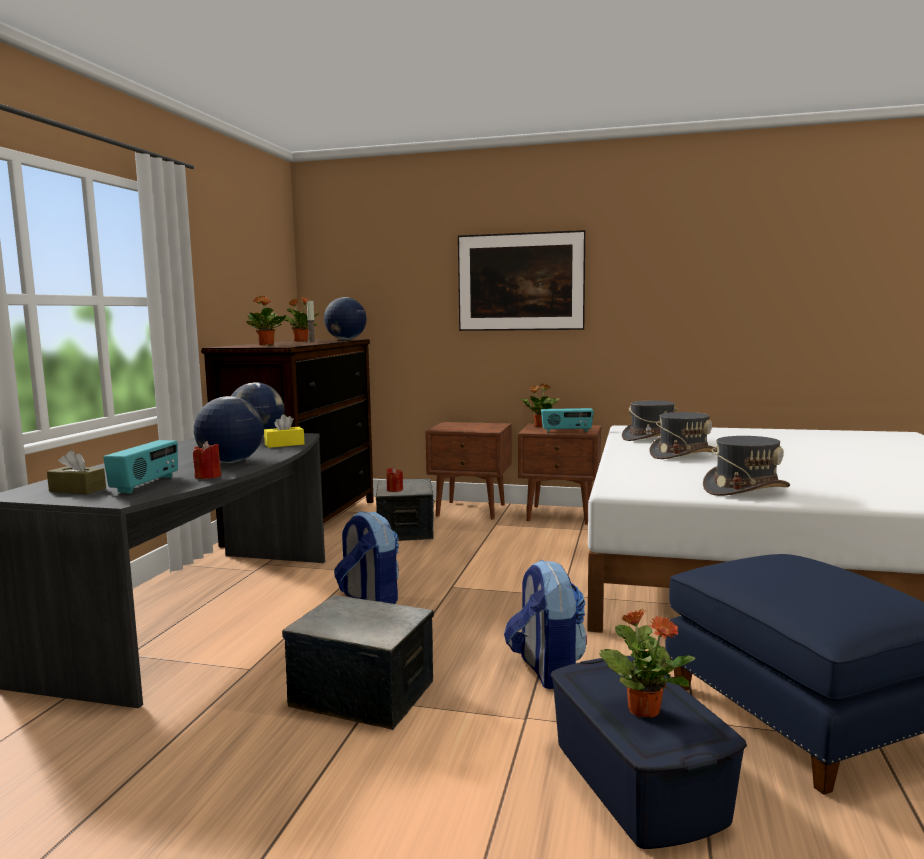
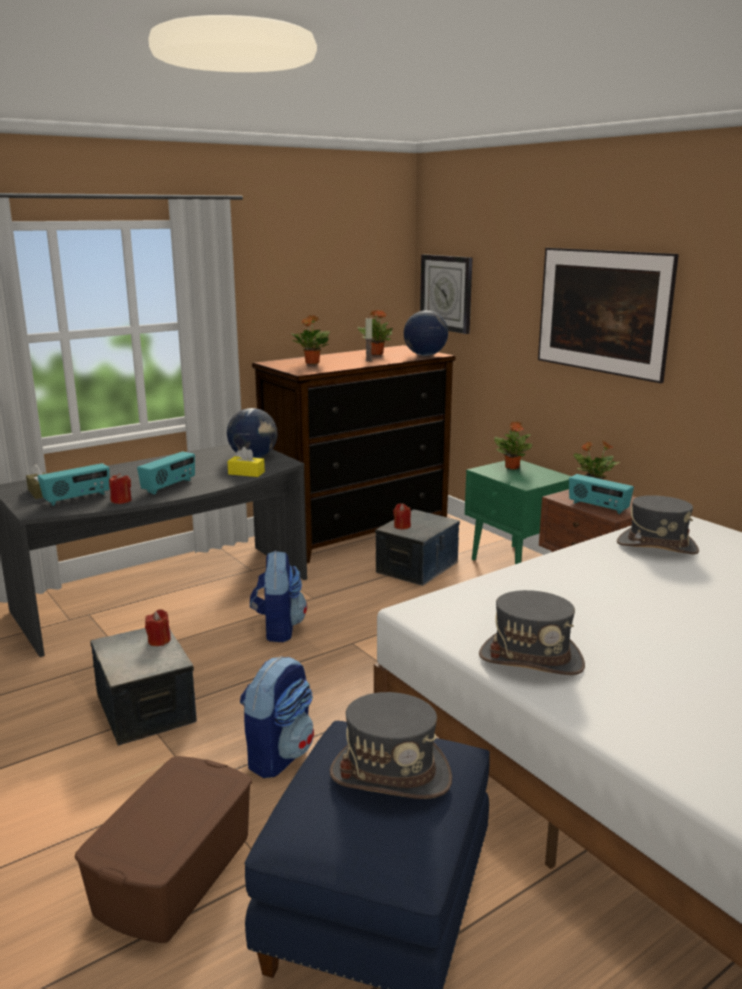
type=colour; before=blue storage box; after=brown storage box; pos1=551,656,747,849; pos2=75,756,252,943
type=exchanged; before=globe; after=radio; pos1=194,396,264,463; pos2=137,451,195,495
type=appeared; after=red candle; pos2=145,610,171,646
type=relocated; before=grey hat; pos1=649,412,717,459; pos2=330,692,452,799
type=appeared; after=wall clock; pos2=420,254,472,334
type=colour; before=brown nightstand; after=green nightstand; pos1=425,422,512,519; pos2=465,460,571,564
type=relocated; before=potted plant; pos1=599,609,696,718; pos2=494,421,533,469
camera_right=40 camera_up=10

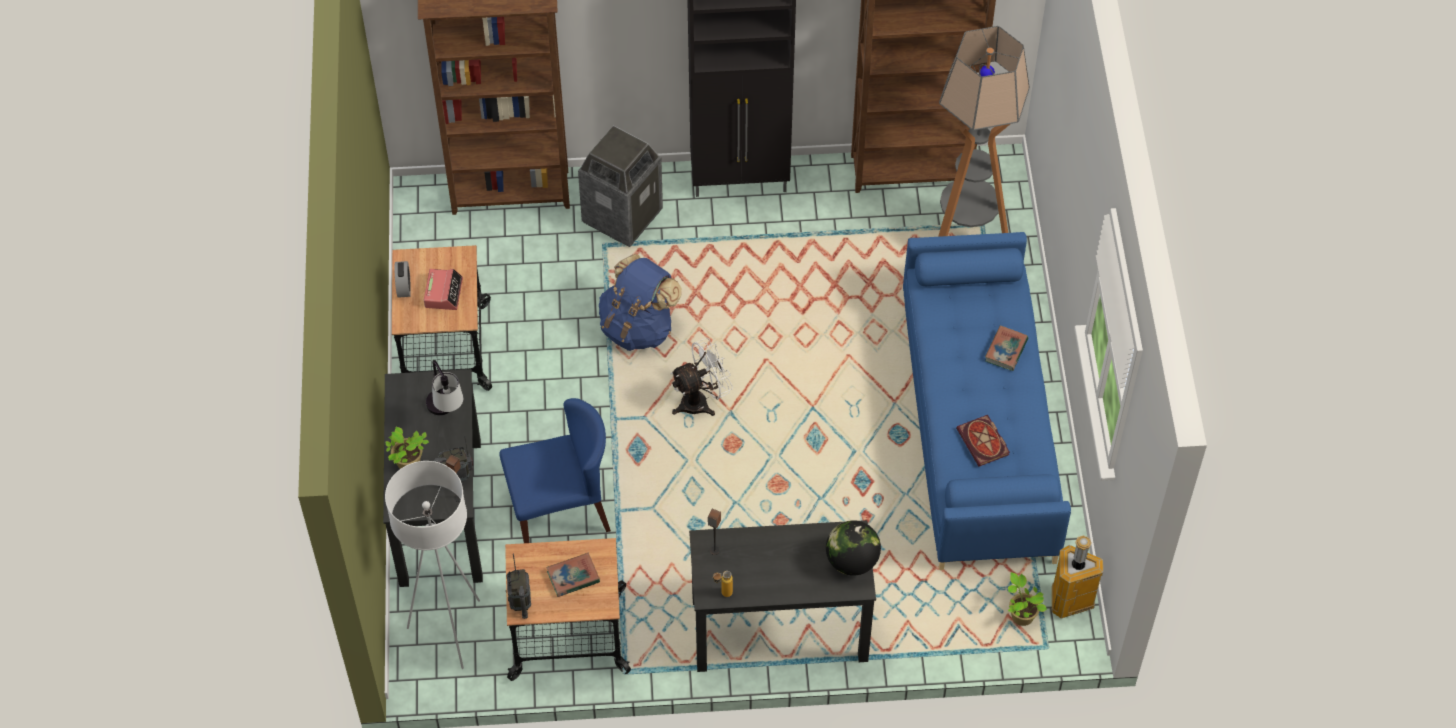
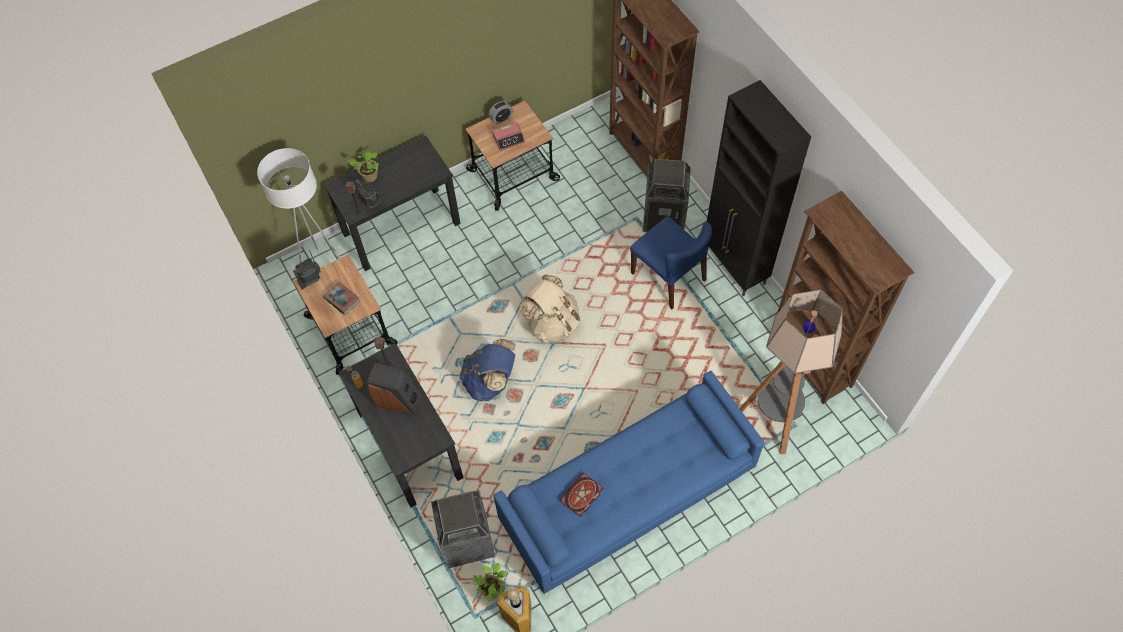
type=appeared; after=speaker; pos2=367,363,422,414
type=appeared; after=trash can; pos2=431,490,495,569
type=relocated; before=blue backpack; pos1=599,254,682,351; pos2=460,339,516,401
type=exchanged; before=white fan; after=beige backpack; pos1=670,338,733,416; pos2=519,275,581,344
type=relocated; before=blue chair; pos1=500,398,611,543; pos2=630,216,712,309
type=missing; before=table lamp; pos1=426,360,463,415
type=missing; before=globe; pos1=826,520,881,576
type=missing; before=book; pos1=985,325,1028,371
camera_right=65 camera_up=5

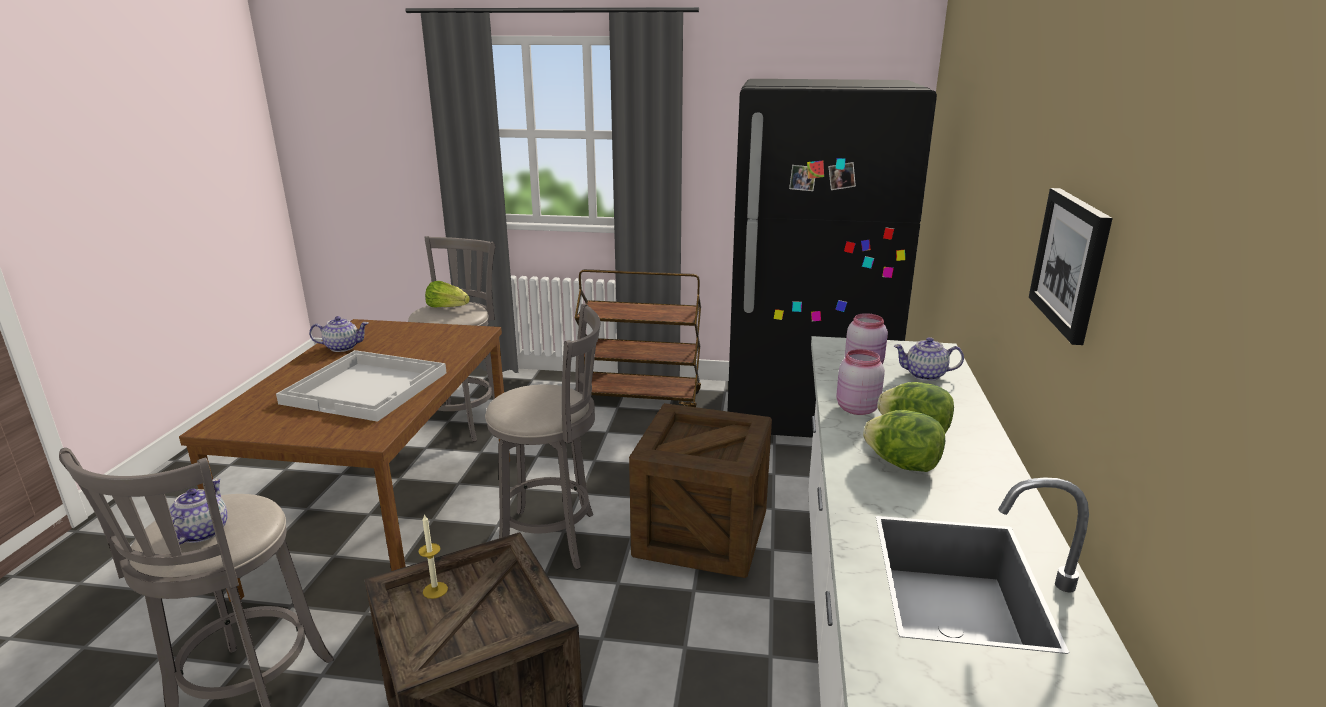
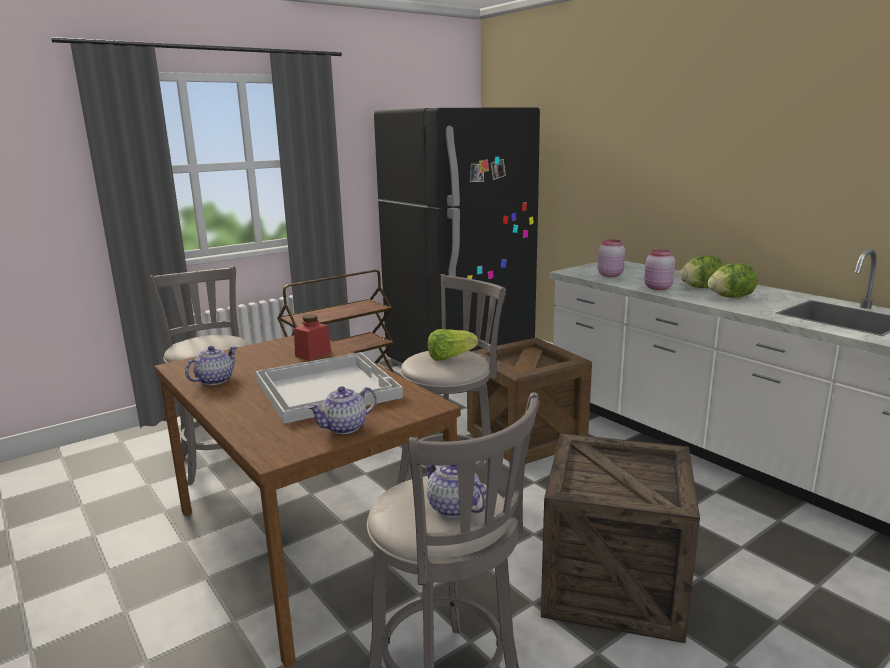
type=appeared; after=red jar; pos2=294,315,332,361
type=relocated; before=teapot; pos1=894,337,964,381; pos2=307,386,377,434
type=relocated; before=lettuce; pos1=425,281,470,308; pos2=428,329,478,361
type=missing; before=candle; pos1=419,514,448,599
type=missing; before=picture; pos1=1029,188,1113,345
camera_right=-45 camera_up=-5

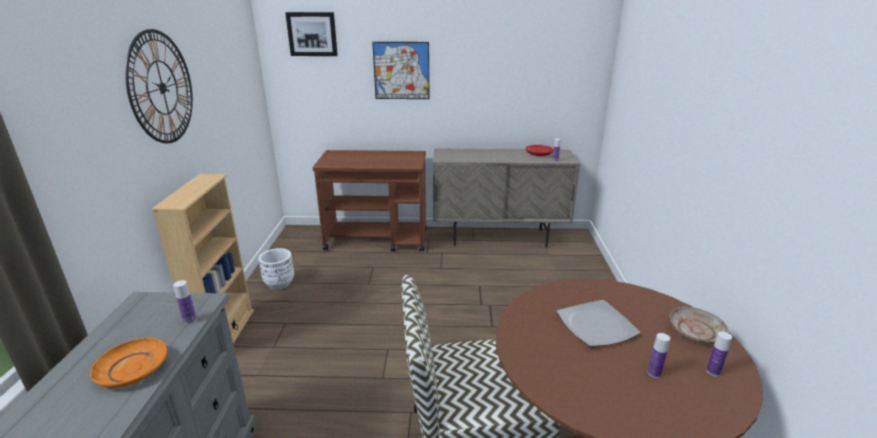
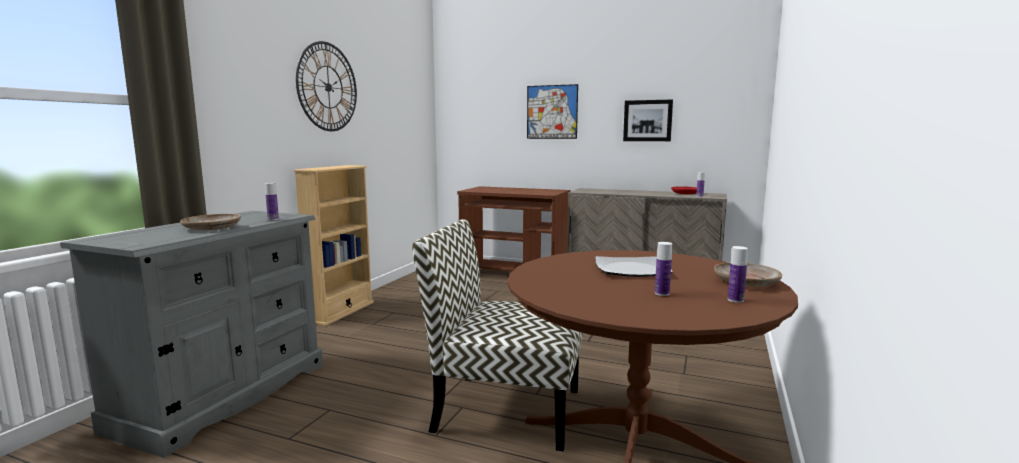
type=colour; before=orange plate; after=beige plate; pos1=90,338,167,388; pos2=180,214,241,230
type=relocated; before=picture; pos1=285,12,338,56; pos2=623,99,673,141
type=missing; before=white planter; pos1=258,248,294,290
camera_right=20 camera_up=-15

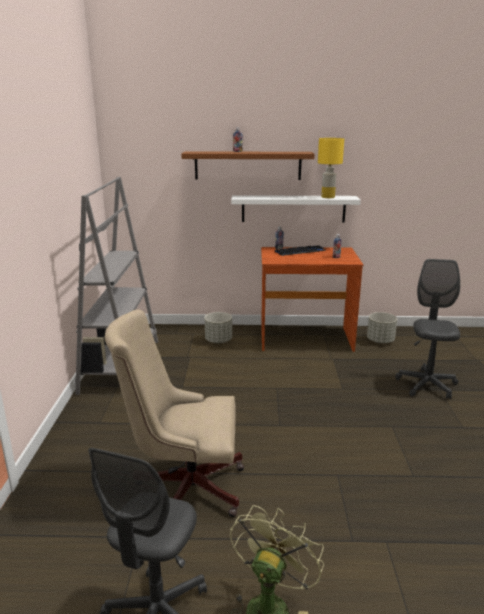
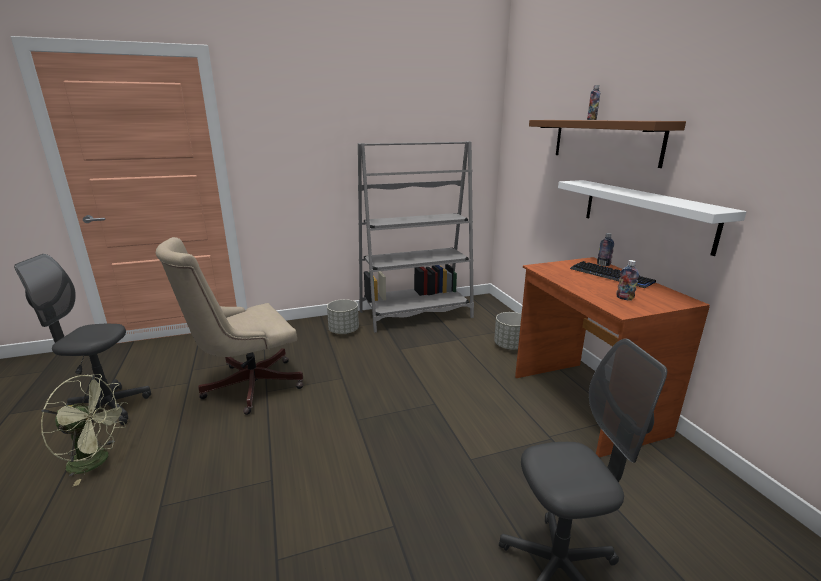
type=spun; before=beige office chair; pos1=105,309,244,517; pos2=156,237,303,415; turn=-105
type=relocated; before=grey planter; pos1=367,312,397,344; pos2=327,299,359,334
type=missing; before=yellow table lamp; pos1=318,138,344,198
camera_right=70 camera_up=0

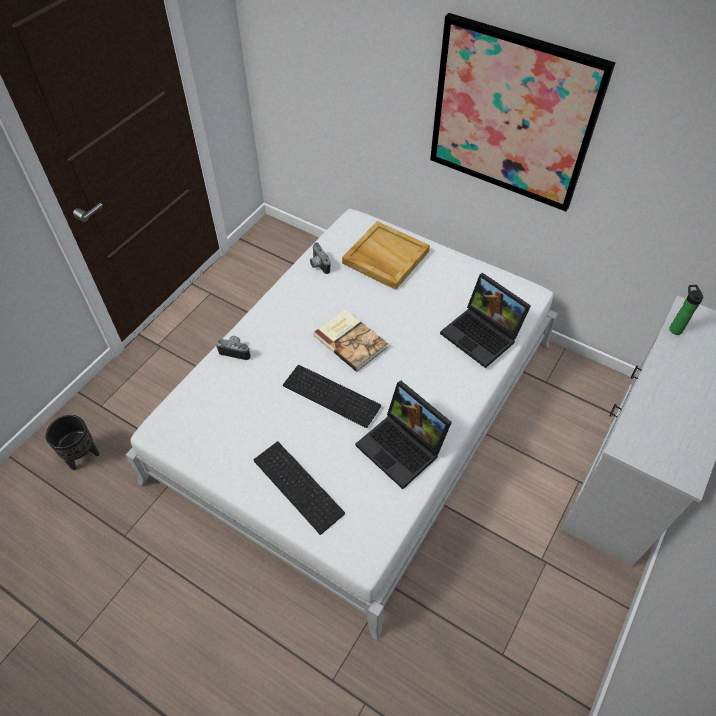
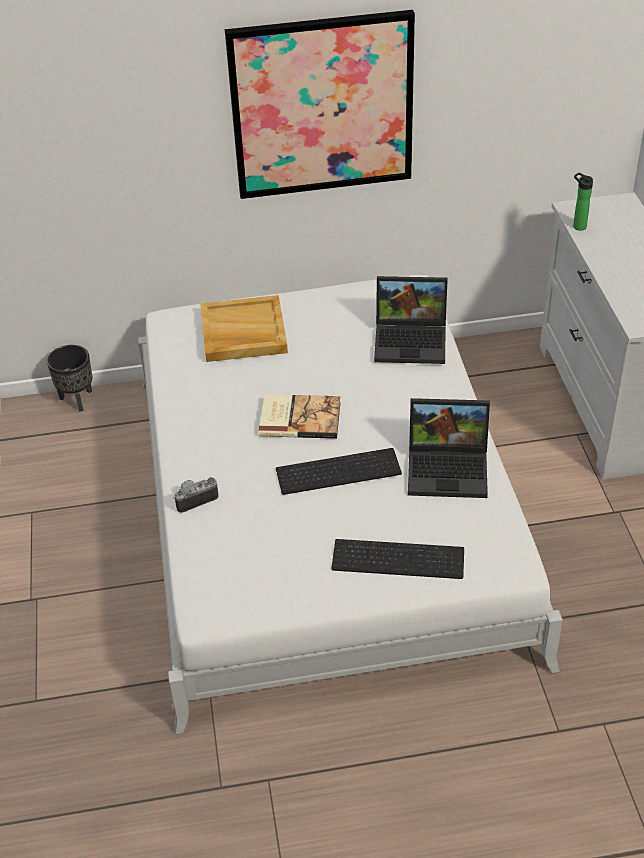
type=relocated; before=black planter; pos1=46,415,99,471; pos2=47,345,92,412
type=missing; before=photo camera; pos1=310,242,330,274
camera_right=-40 camera_up=-10

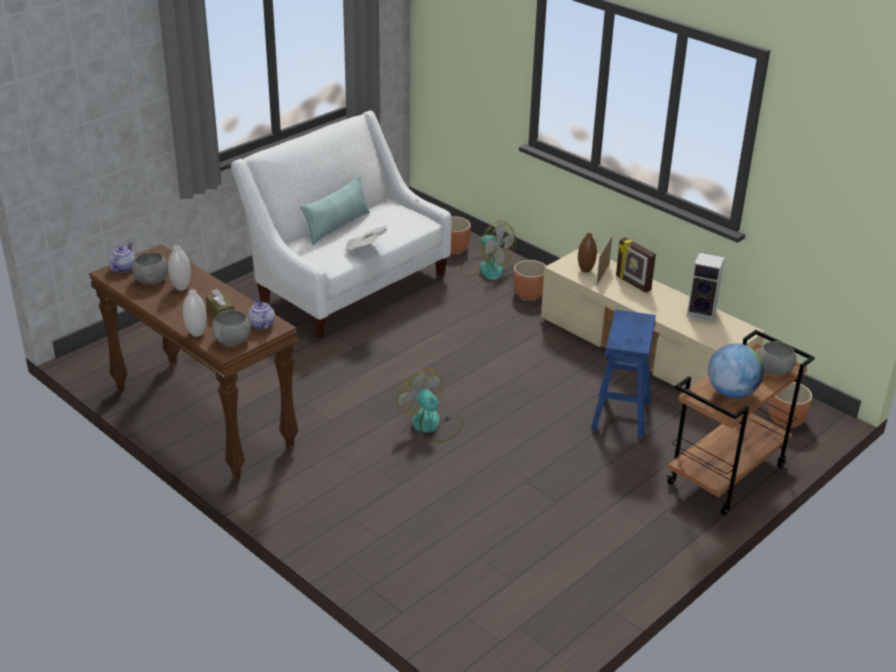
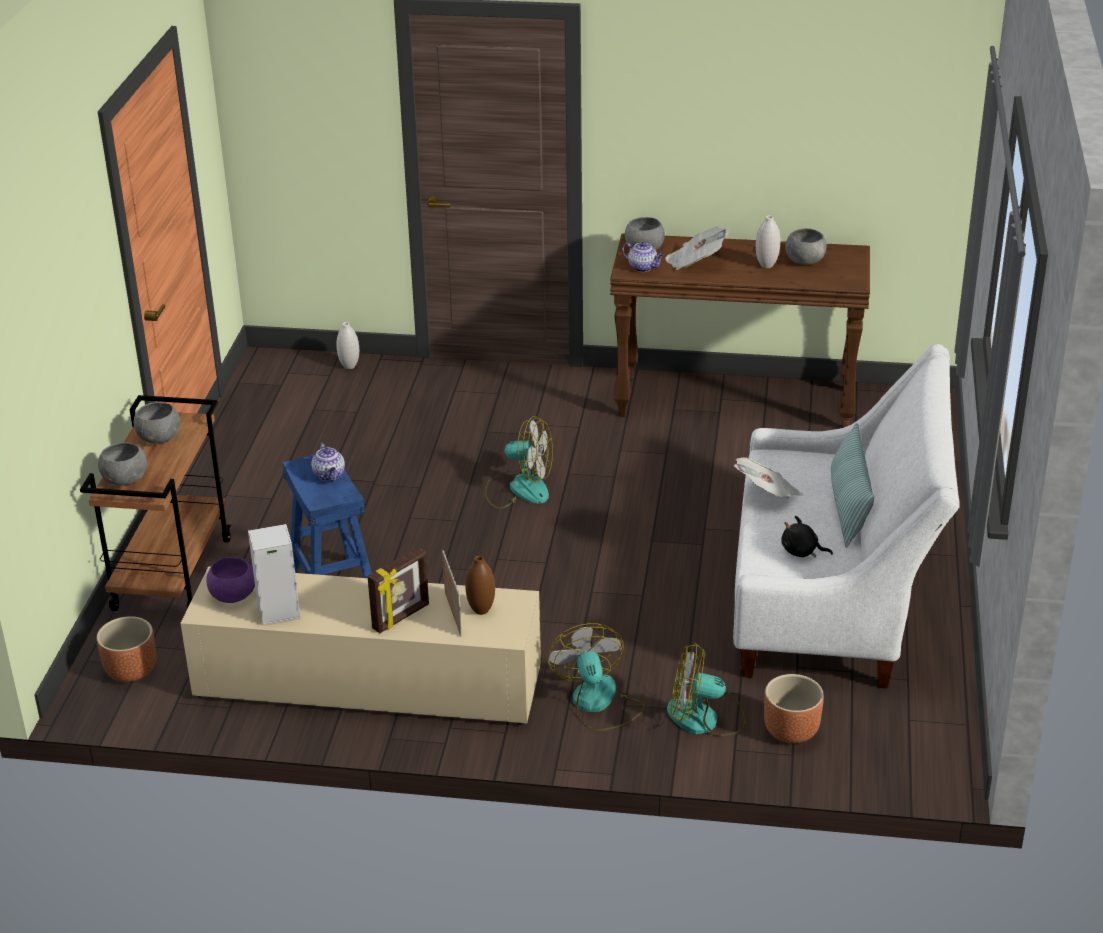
type=exchanged; before=globe; after=grey bowl; pos1=708,343,764,398; pos2=134,402,180,444
type=appeared; after=purple bowl; pos2=206,557,255,603
type=relocated; before=teapot; pos1=109,243,135,273; pos2=311,443,345,481
type=relocated; before=white vase; pos1=183,289,207,337; pos2=336,322,359,369
type=spun; before=picture frame; pos1=616,237,656,293; pos2=367,547,429,633; turn=120
type=exchanged; before=brown planter; after=fan; pos1=513,260,546,300; pos2=548,623,645,731
type=exchanged; before=brown tissue box; after=newspaper; pos1=206,289,234,317; pos2=665,226,729,270
type=appeared; after=black plush toy; pos2=781,516,833,557
camera_right=145 camera_up=0

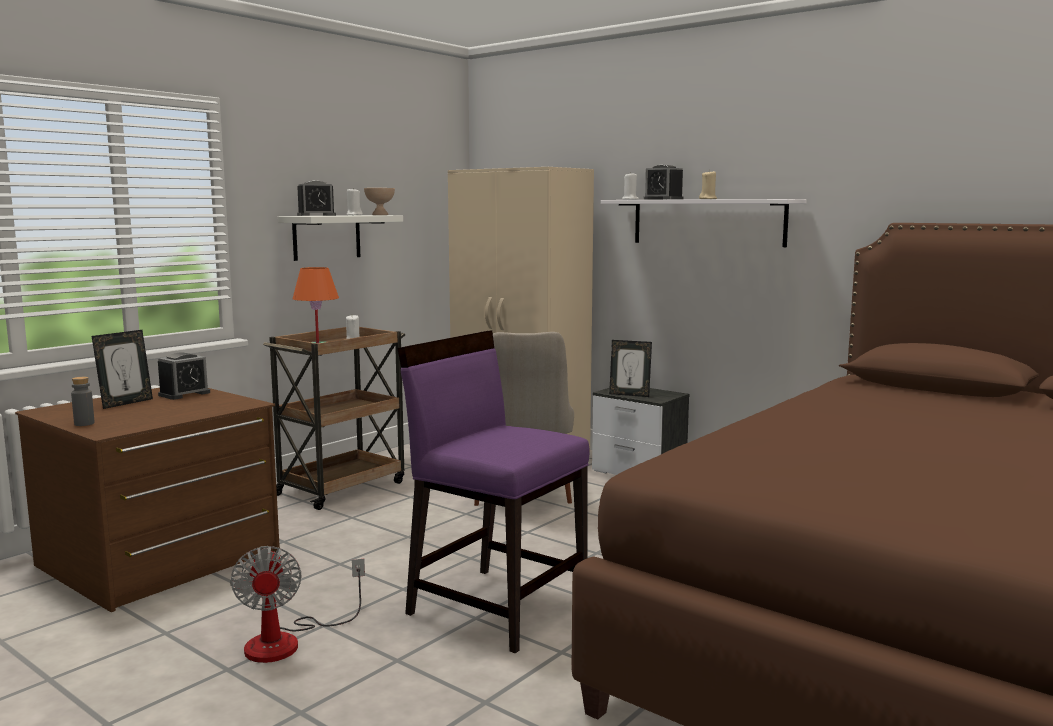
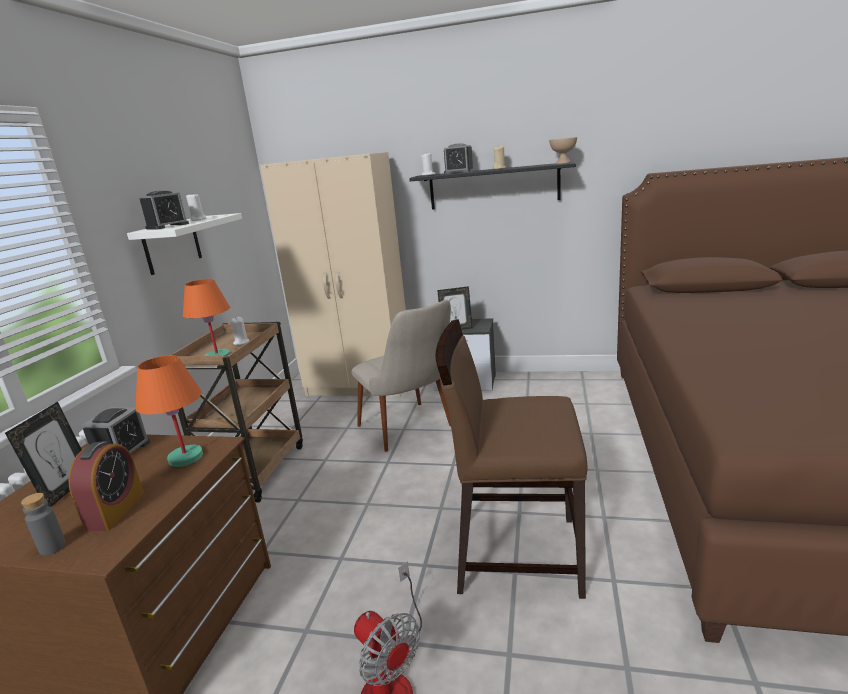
type=appeared; after=alarm clock; pos2=68,441,144,532
type=appeared; after=orange table lamp; pos2=135,355,203,467
type=colour; before=white shelf; after=black shelf; pos1=601,199,807,247; pos2=409,162,576,210
type=colour; before=purple chair; after=brown chair; pos1=397,330,590,653; pos2=436,319,588,599
type=relocated; before=beige bowl; pos1=364,188,395,215; pos2=549,137,577,164
camera_right=-25 camera_up=10

